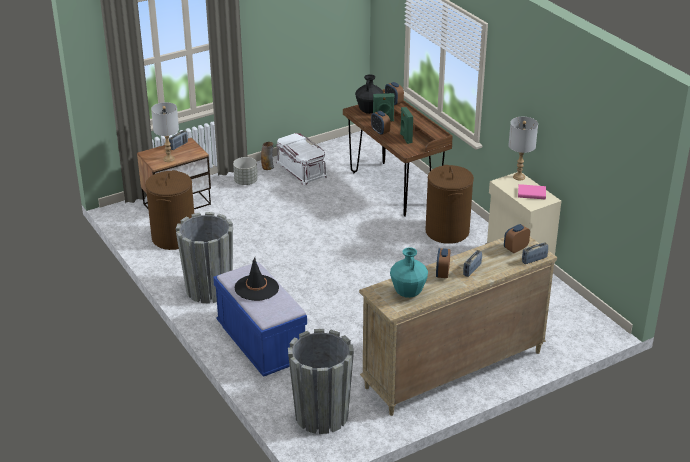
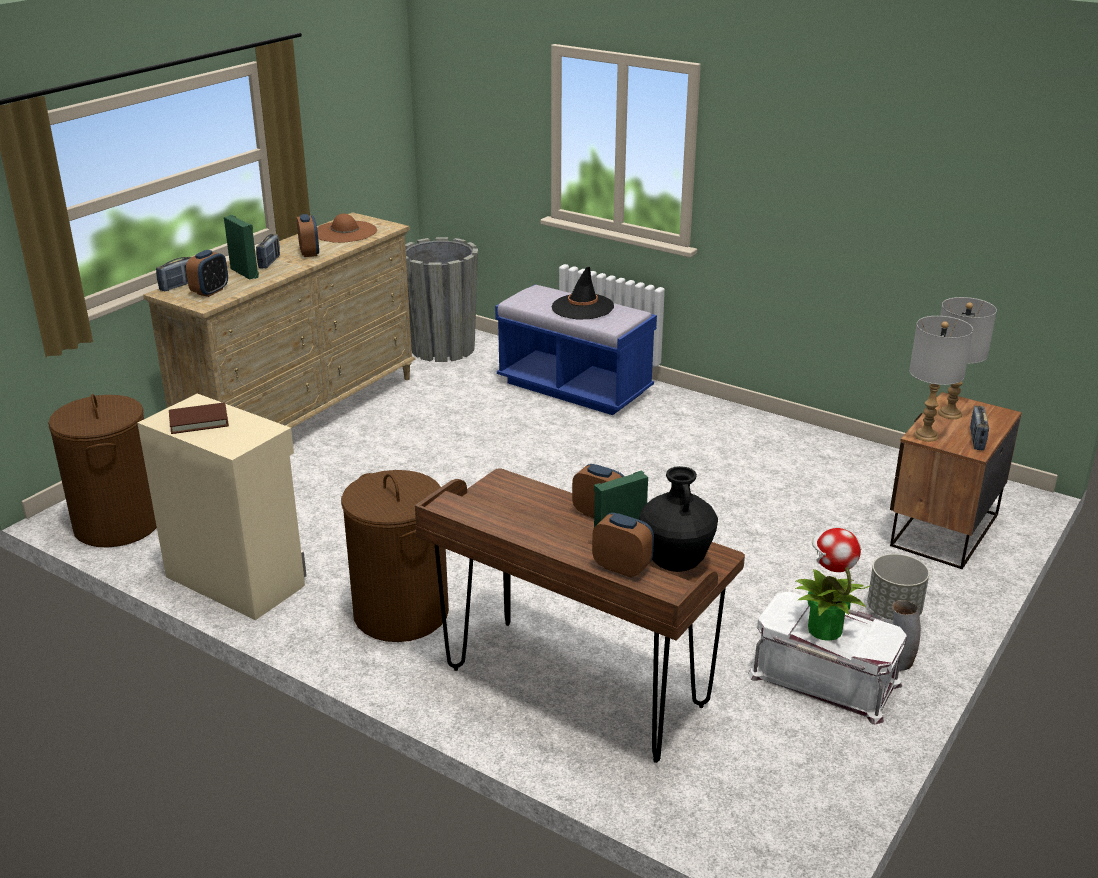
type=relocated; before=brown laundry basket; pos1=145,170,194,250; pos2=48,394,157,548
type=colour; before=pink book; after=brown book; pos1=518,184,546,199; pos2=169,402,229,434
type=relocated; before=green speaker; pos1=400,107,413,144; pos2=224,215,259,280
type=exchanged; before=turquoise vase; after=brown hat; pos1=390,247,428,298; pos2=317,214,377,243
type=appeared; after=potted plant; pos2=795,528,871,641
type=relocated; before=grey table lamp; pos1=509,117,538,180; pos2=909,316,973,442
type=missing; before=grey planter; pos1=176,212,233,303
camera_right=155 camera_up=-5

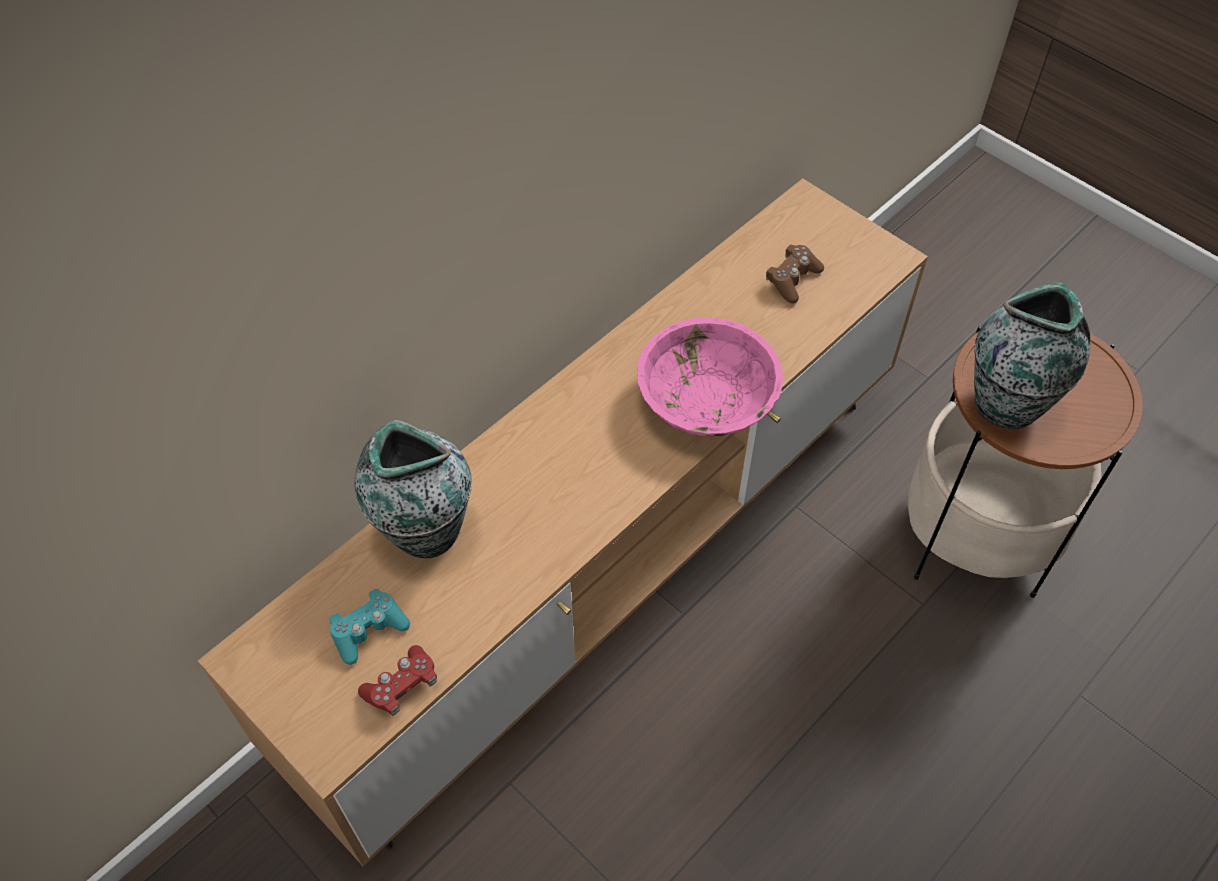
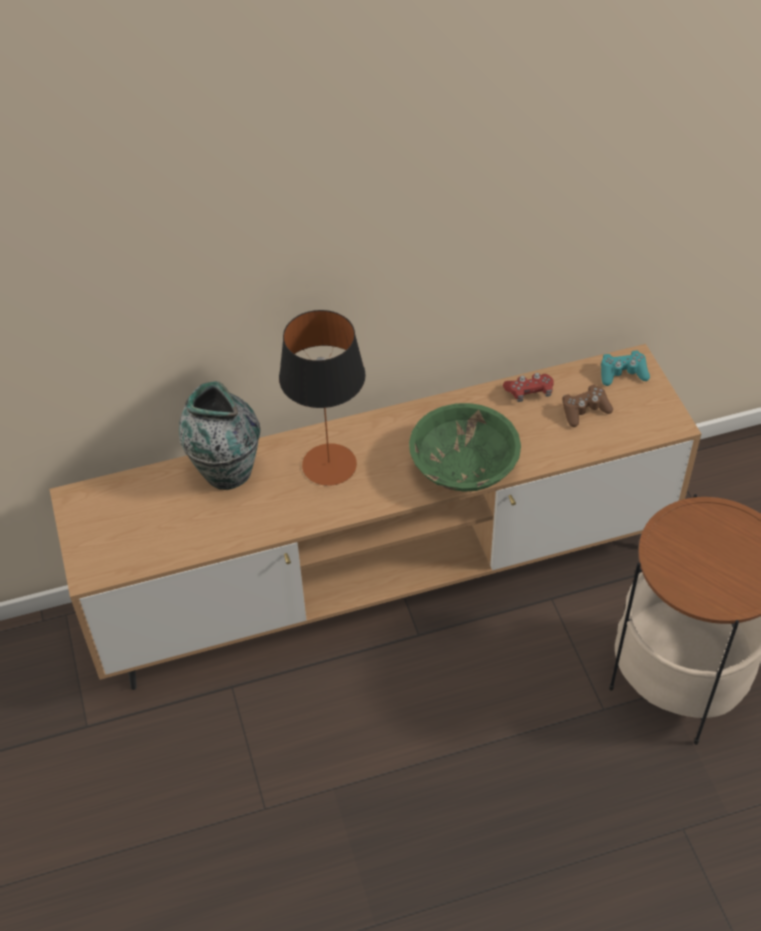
type=appeared; after=table lamp; pos2=279,310,366,486
type=colour; before=pink bowl; after=green bowl; pos1=637,317,783,436; pos2=409,403,521,492
type=relocated; before=red game controller; pos1=358,645,437,716; pos2=503,373,554,402
type=relocated; before=turquoise game controller; pos1=329,589,410,665; pos2=601,351,650,386
type=missing; before=vase; pos1=974,282,1091,429
camera_right=30 camera_up=-5

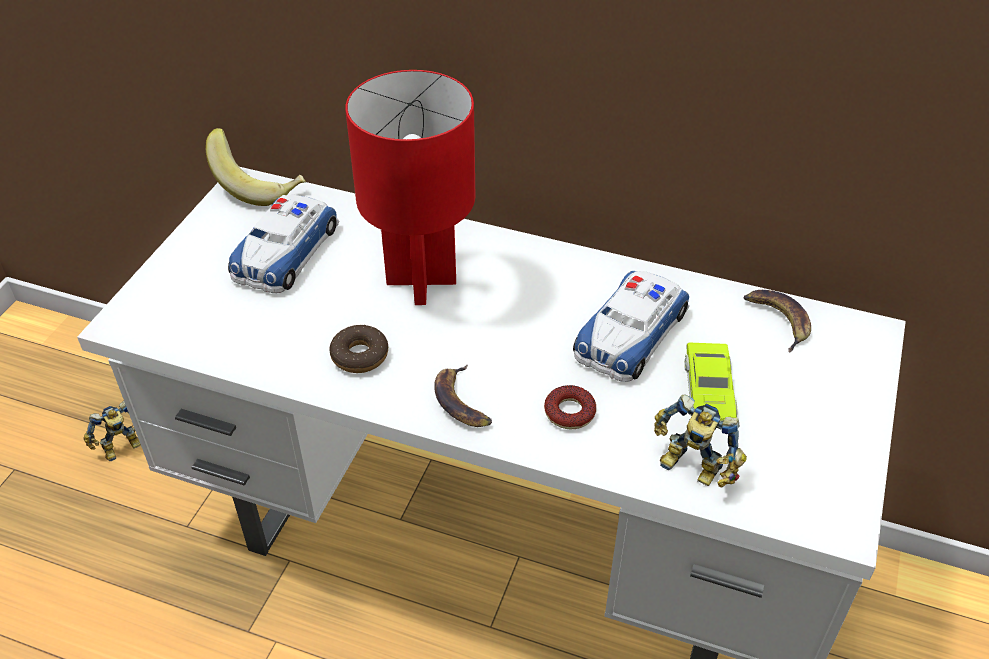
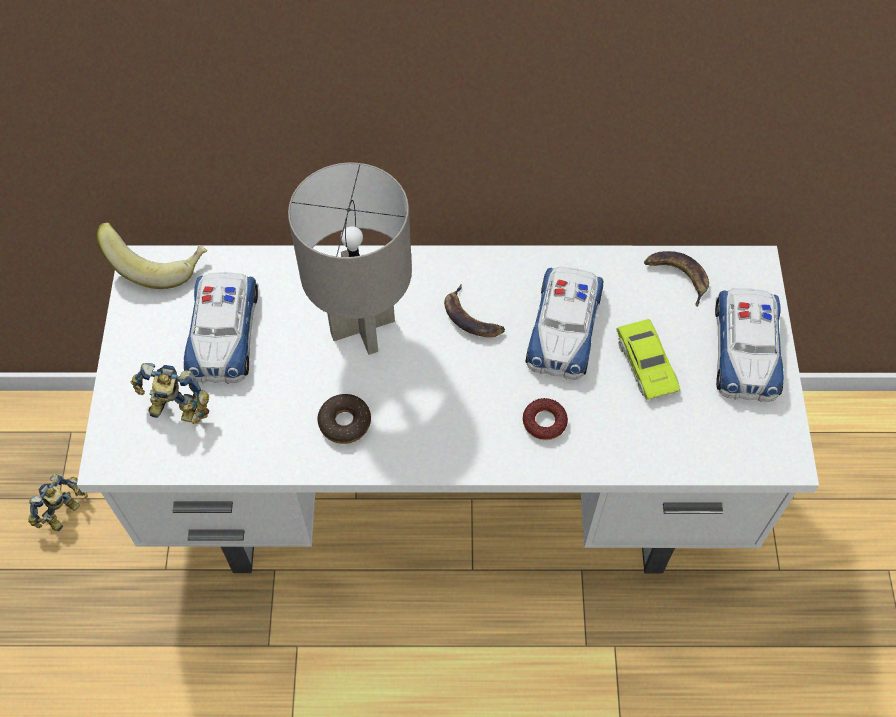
type=relocated; before=toy robot; pos1=654,394,747,488; pos2=131,363,209,424
type=colour; before=red table lamp; after=grey table lamp; pos1=345,70,475,305; pos2=288,163,412,355
type=relocated; before=banana; pos1=434,364,492,427; pos2=444,285,505,337
type=appeared; after=toy car; pos2=715,288,784,402
camera_right=-20 camera_up=15

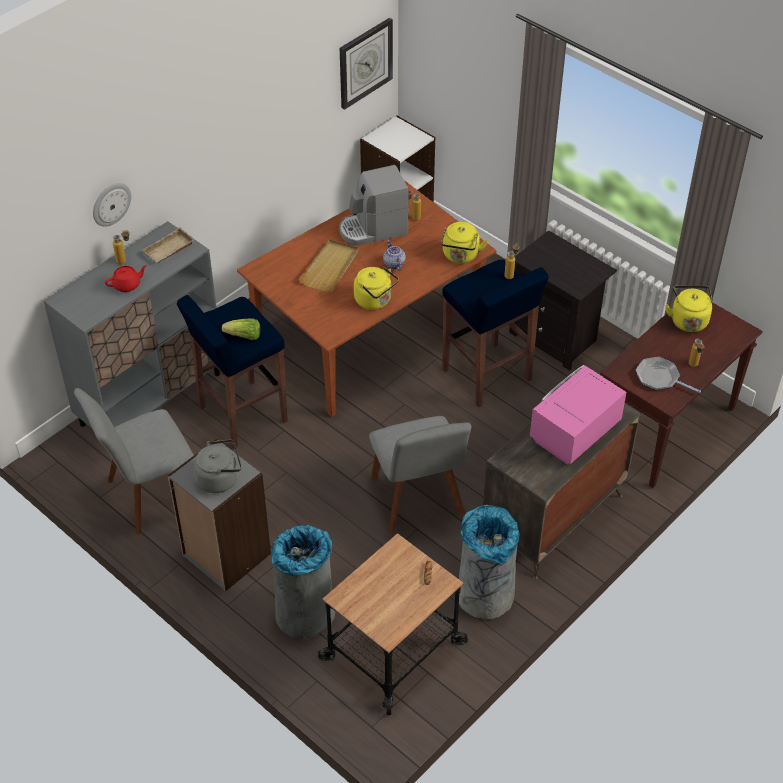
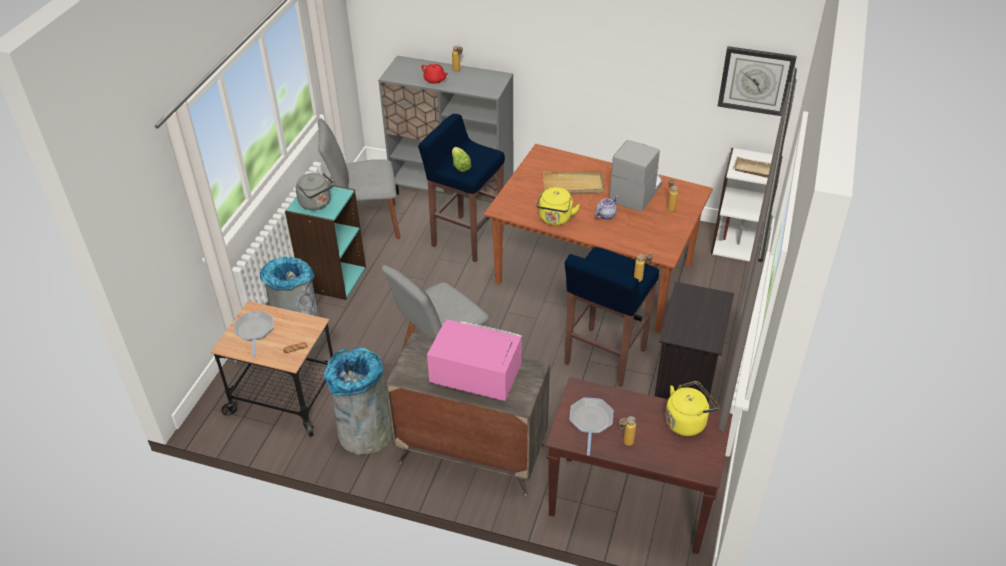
type=appeared; after=frying pan; pos2=234,311,273,358
type=colour; before=grey bookcase; after=turquoise bookcase; pos1=167,438,271,592; pos2=285,185,366,300
type=spun; before=grey chair; pos1=74,388,194,535; pos2=318,118,400,239; turn=-45
type=spun; before=coffee machine; pos1=340,165,409,246; pos2=609,140,662,212; turn=75
type=relocated; before=beige tray; pos1=142,227,195,263; pos2=733,157,771,178
type=missing; before=wall clock; pos1=93,183,131,227
type=missing; before=yellow kettle; pos1=441,222,488,263
camera_right=65 camera_up=-5

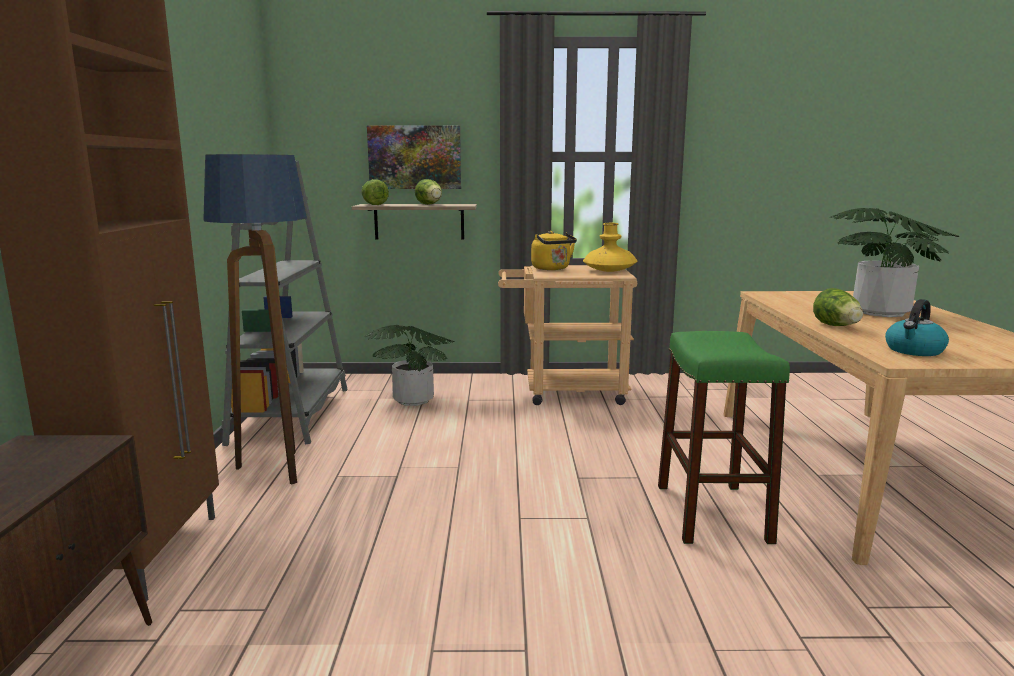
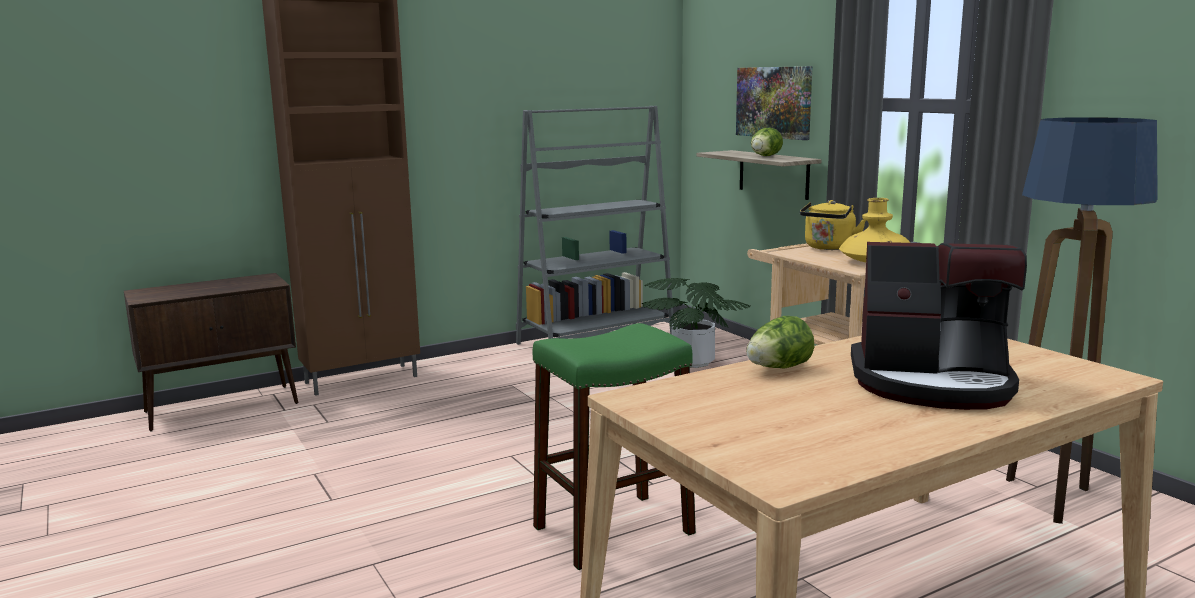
type=exchanged; before=potted plant; after=coffee machine; pos1=831,208,959,317; pos2=851,242,1027,410
type=relocated; before=floor lamp; pos1=203,154,307,485; pos2=1006,117,1158,524
type=missing; before=lettuce; pos1=361,179,389,205
type=missing; before=kettle; pos1=885,299,949,356
camera_right=60 camera_up=0

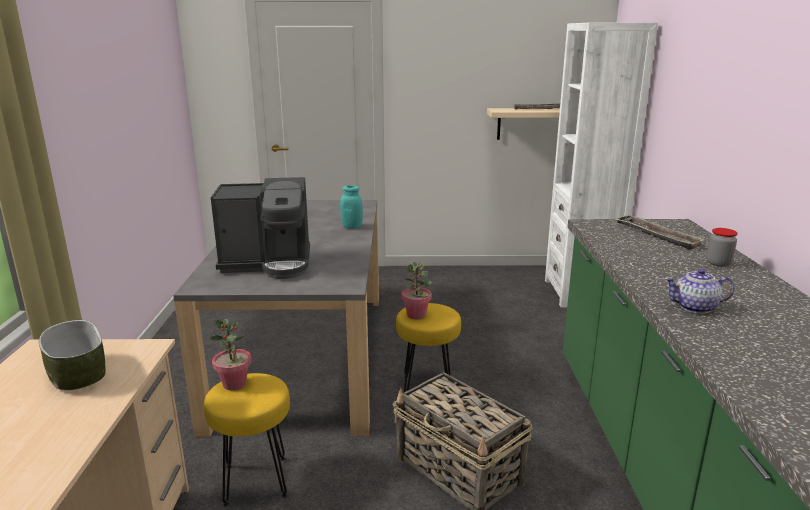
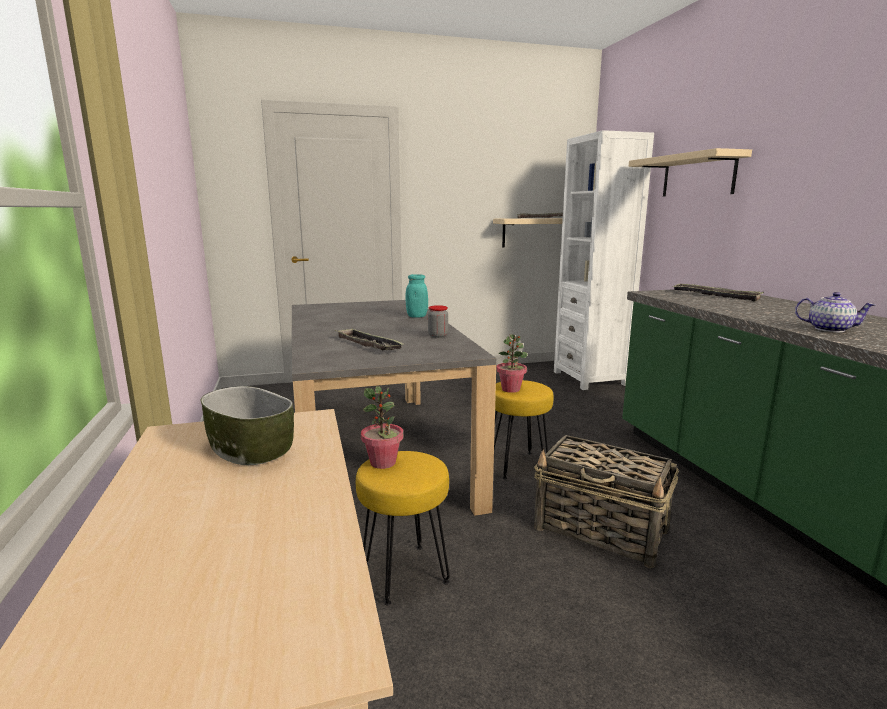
type=exchanged; before=coffee machine; after=tray; pos1=211,177,310,279; pos2=335,328,403,350
type=relocated; before=jar; pos1=707,228,738,267; pos2=428,305,448,338
type=appeared; after=beige shelf; pos2=629,148,752,196
type=spun; before=teapot; pos1=664,269,735,314; pos2=795,292,876,332; turn=-135
camera_right=-15 camera_up=-5

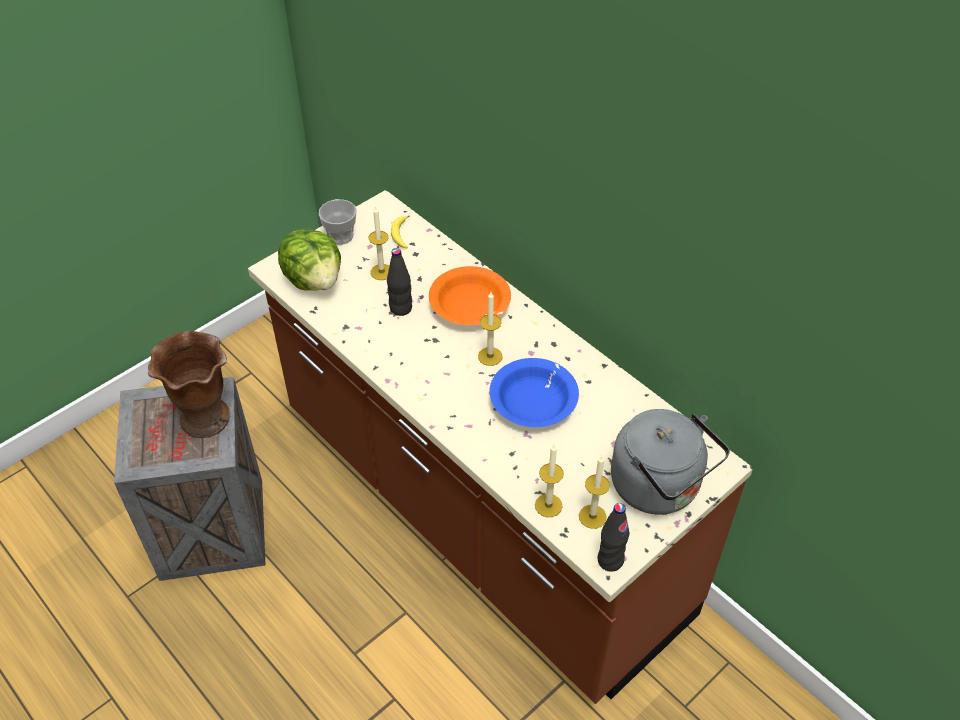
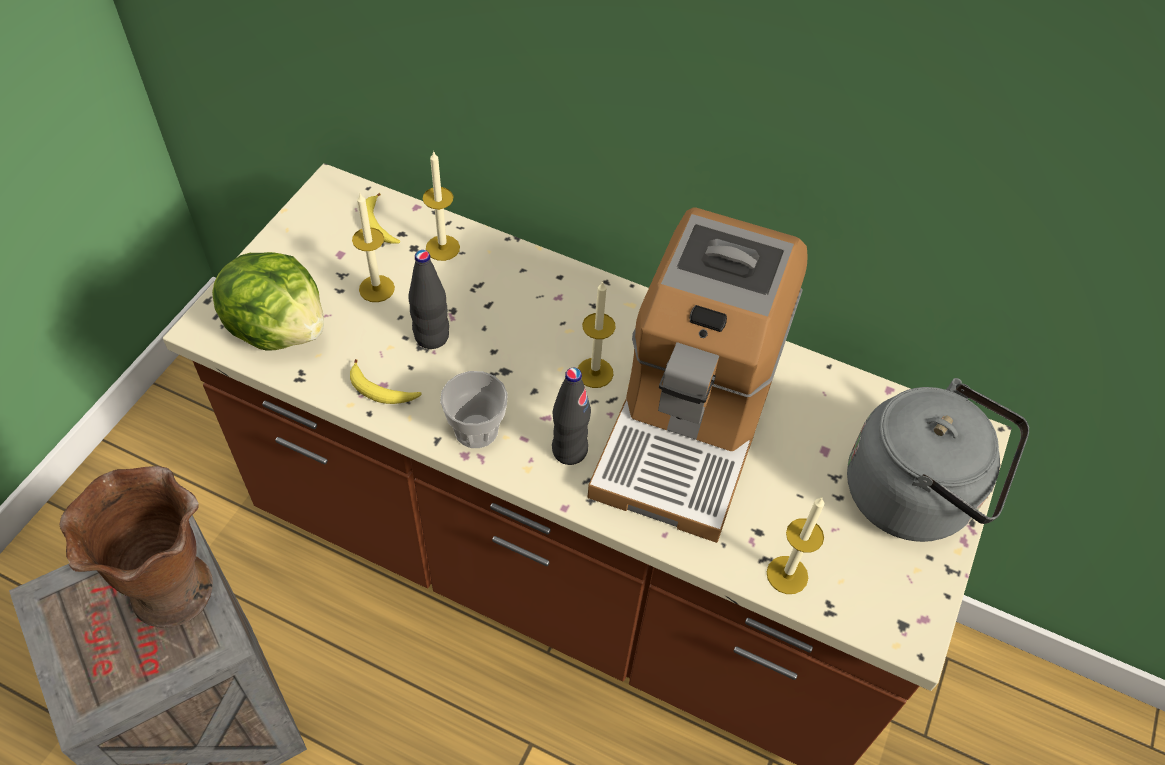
type=appeared; after=banana; pos2=350,359,422,404
type=relocated; before=candle; pos1=579,456,610,529; pos2=423,150,460,261
type=relocated; before=cup; pos1=319,199,357,245; pos2=440,371,508,448
type=relocated; before=black bottle; pos1=598,503,629,572; pos2=552,368,591,465
type=exchanged; before=blue bowl; after=coffee machine; pos1=489,358,579,427; pos2=588,208,808,543
type=missing; before=orange bowl; pos1=429,266,511,325
camera_right=-25 camera_up=5

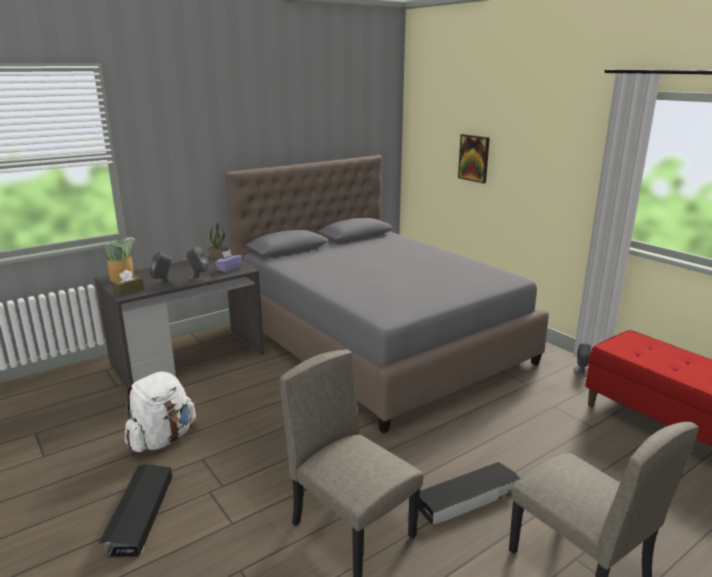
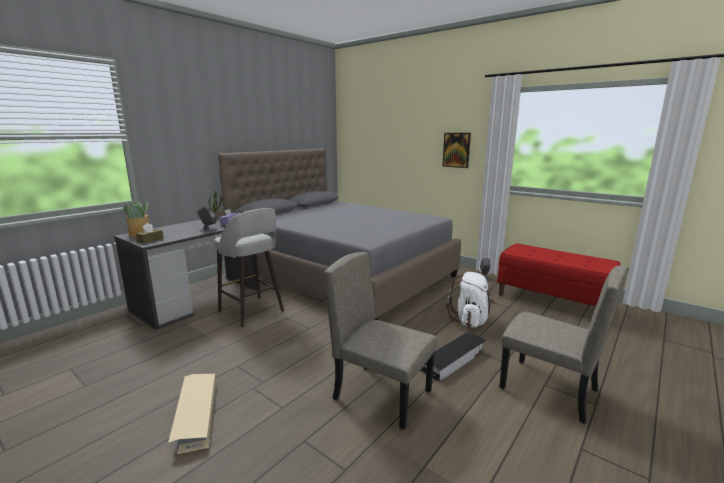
type=colour; before=black storage box; after=beige storage box; pos1=98,464,172,557; pos2=168,374,216,455
type=appeared; after=grey stool; pos2=214,208,284,327
type=relocated; before=picture; pos1=458,134,490,183; pos2=442,133,471,168
type=relocated; before=white backpack; pos1=125,372,196,452; pos2=446,272,495,328
type=missing; before=grey speaker; pos1=149,252,174,288
camera_right=-15 camera_up=-5

